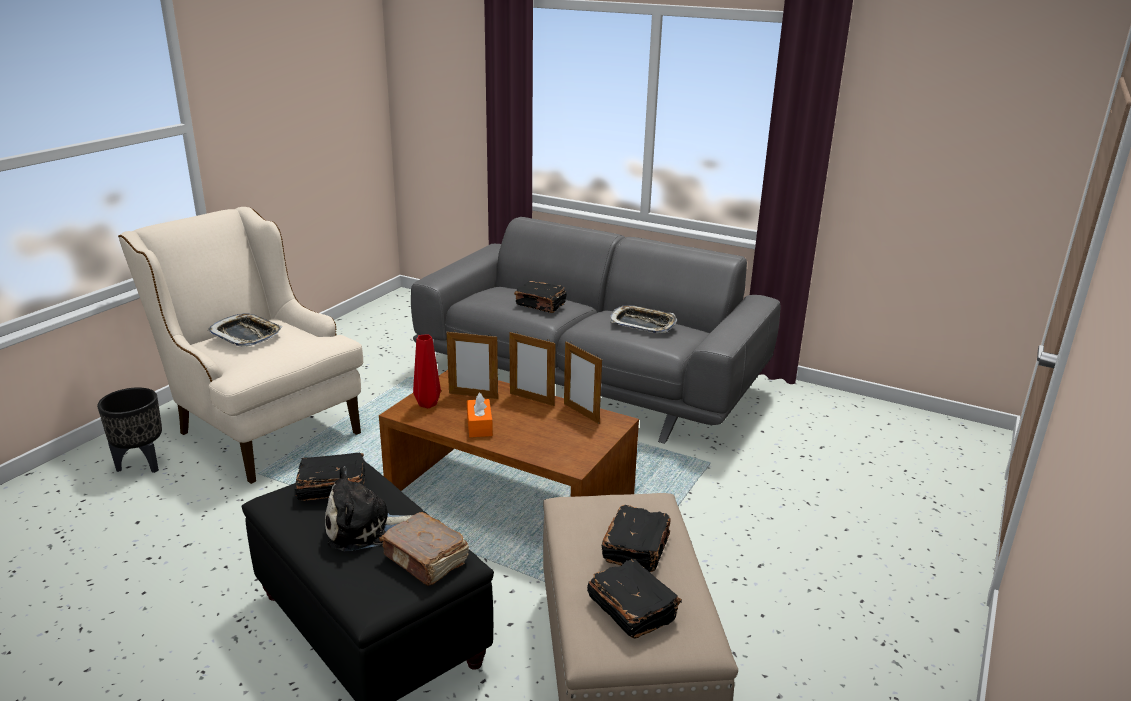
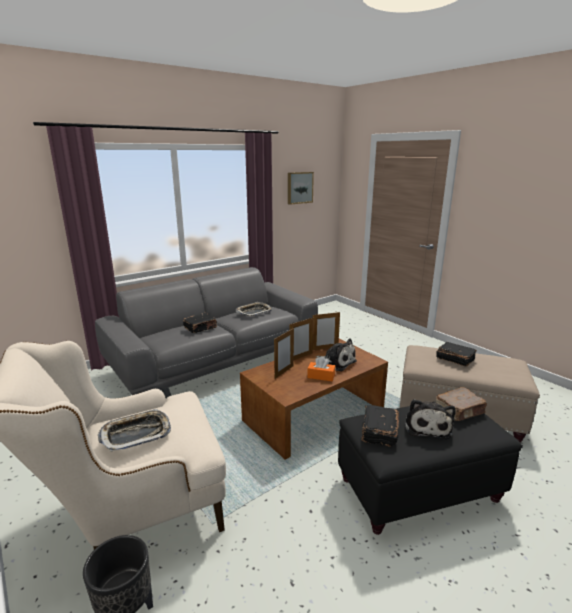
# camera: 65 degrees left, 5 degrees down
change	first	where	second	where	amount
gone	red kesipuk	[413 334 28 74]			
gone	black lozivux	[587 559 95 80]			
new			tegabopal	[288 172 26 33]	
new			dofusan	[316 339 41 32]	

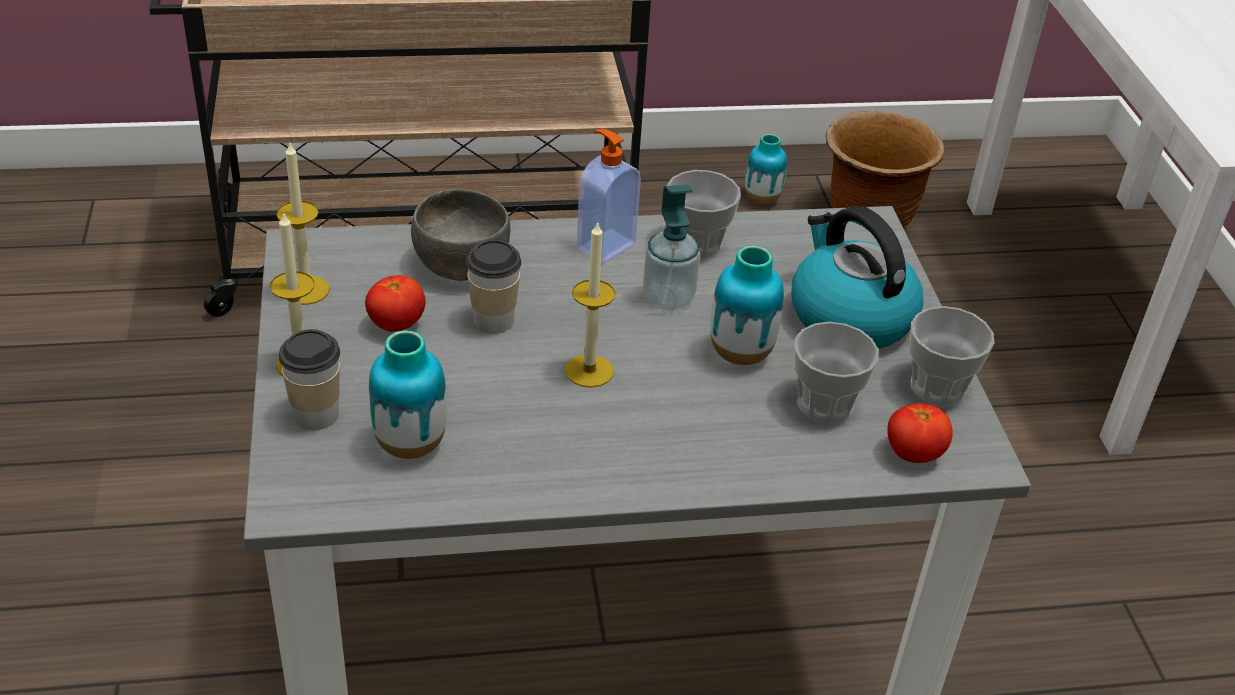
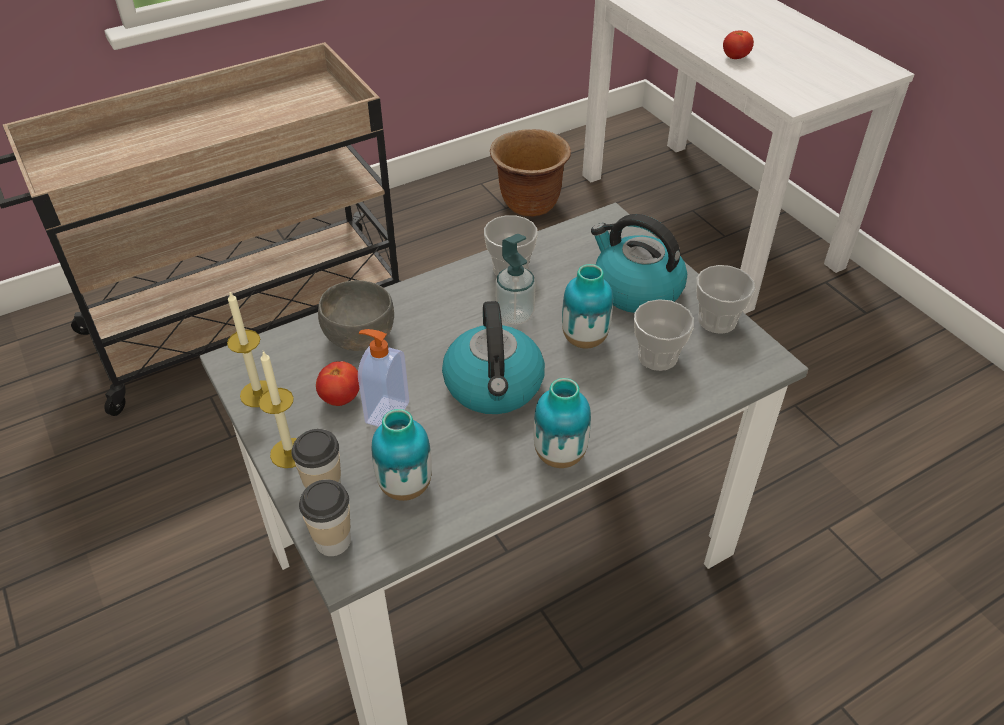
# camera: 20 degrees left, 5 degrees up
change	first	where	second	where	amount
shifted	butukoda	[466 239 55 95]		[299 479 52 77]	
swapped	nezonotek	[565 221 50 167]	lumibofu	[442 301 103 113]	
shifted	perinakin	[577 129 64 134]		[358 329 51 98]	
shifted	kesipuk	[745 134 42 70]		[534 378 57 90]	
shifted	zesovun	[887 403 66 60]		[723 30 31 29]	

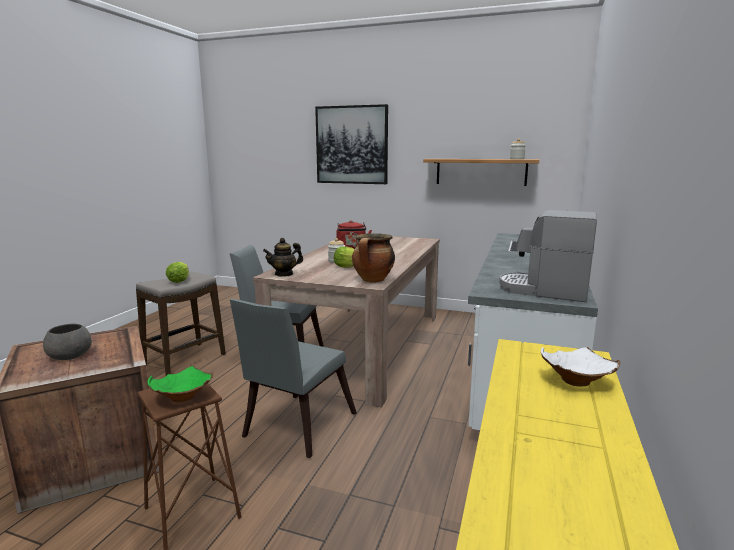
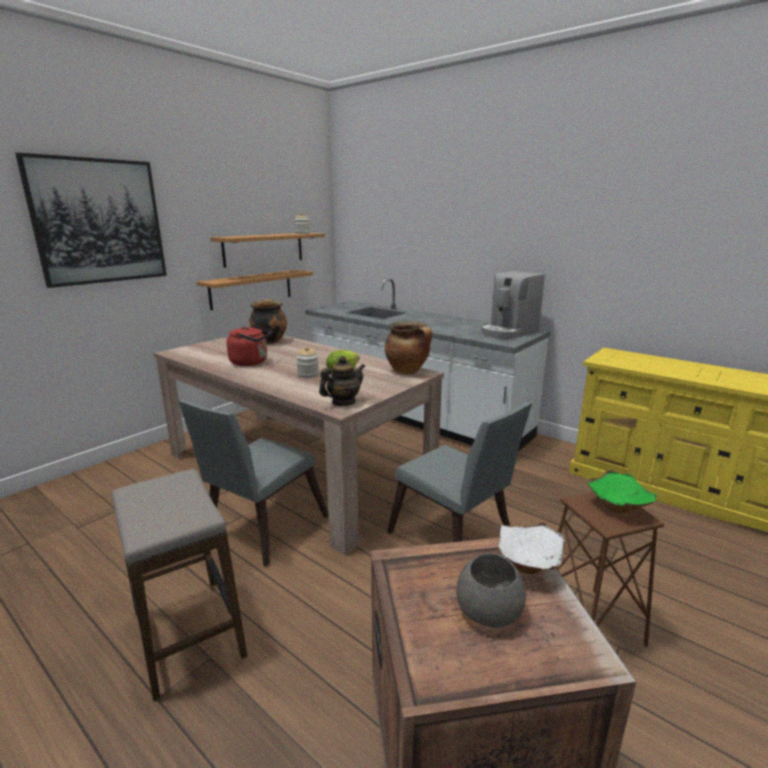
# camera: 70 degrees left, 5 degrees up
change	first	where	second	where	amount
gone	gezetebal	[166 262 23 21]			
rotated	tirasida	[263 238 40 39]		[319 356 46 50]	120 degrees counterclockwise
shifted	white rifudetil	[541 347 79 40]		[498 522 67 52]	
new			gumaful	[197 270 116 40]	
new			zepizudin	[250 299 37 45]	

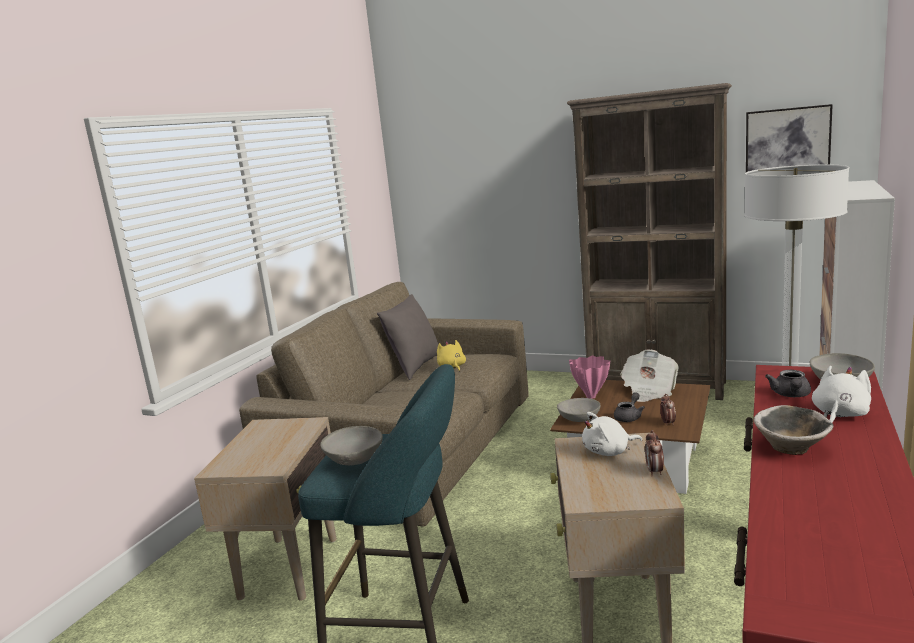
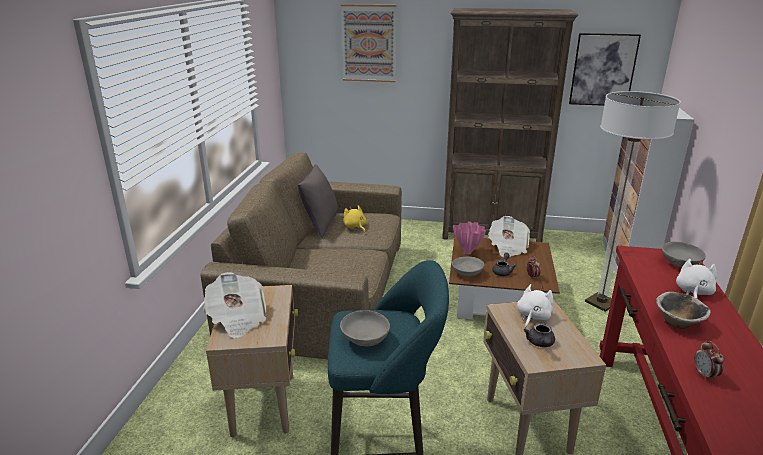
# camera: 15 degrees left, 10 degrees up
change	first	where	second	where	amount
rotated	white dofusan	[582 412 60 44]		[517 284 36 44]	150 degrees clockwise
shifted	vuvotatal	[645 430 19 47]		[694 341 30 40]	
shifted	grey tirasida	[765 370 46 27]		[524 323 31 24]	
new			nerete	[203 272 64 66]	
new			tegabopal	[341 4 55 78]	

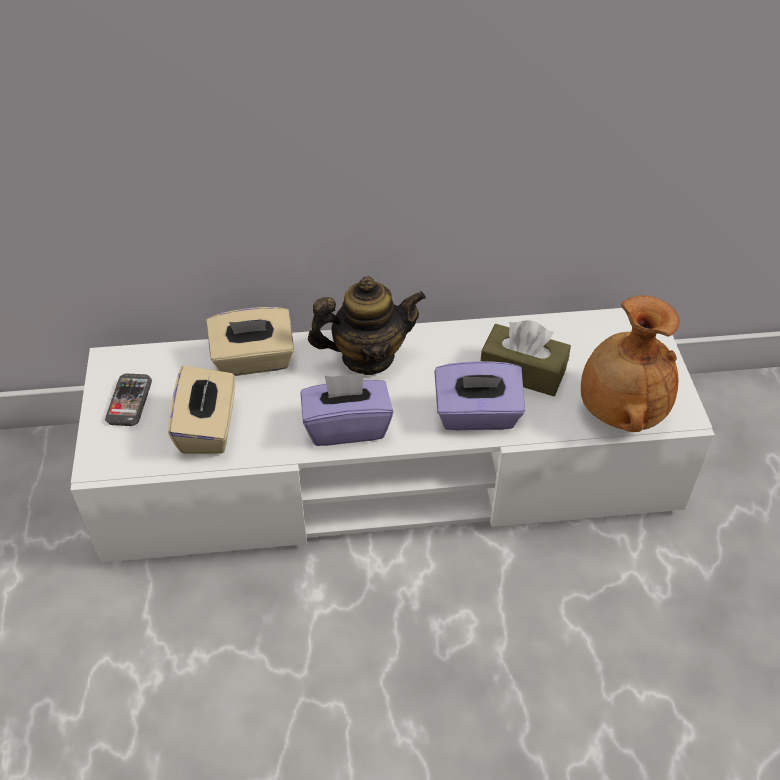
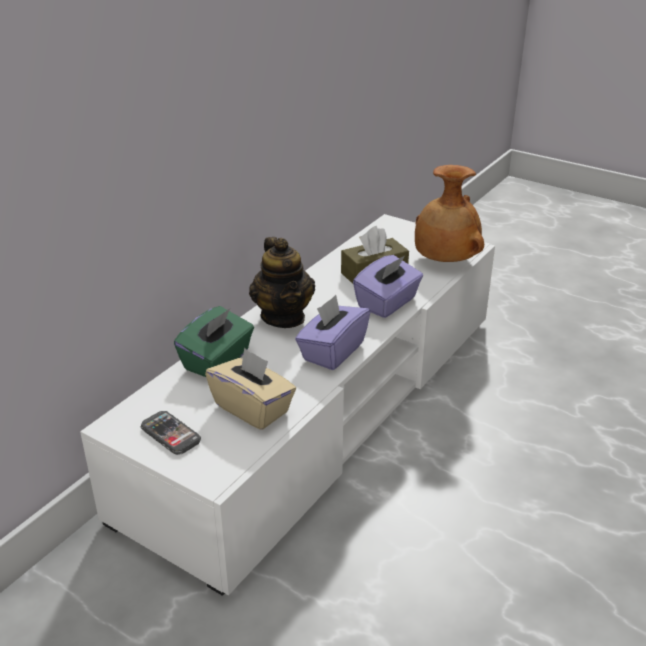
# camera: 50 degrees left, 15 degrees down
change	first	where	second	where	amount
repainted	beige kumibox	[206 307 88 69]	green kumibox	[174 306 80 71]	
rotated	tirasida	[308 276 118 99]		[249 237 66 91]	135 degrees clockwise

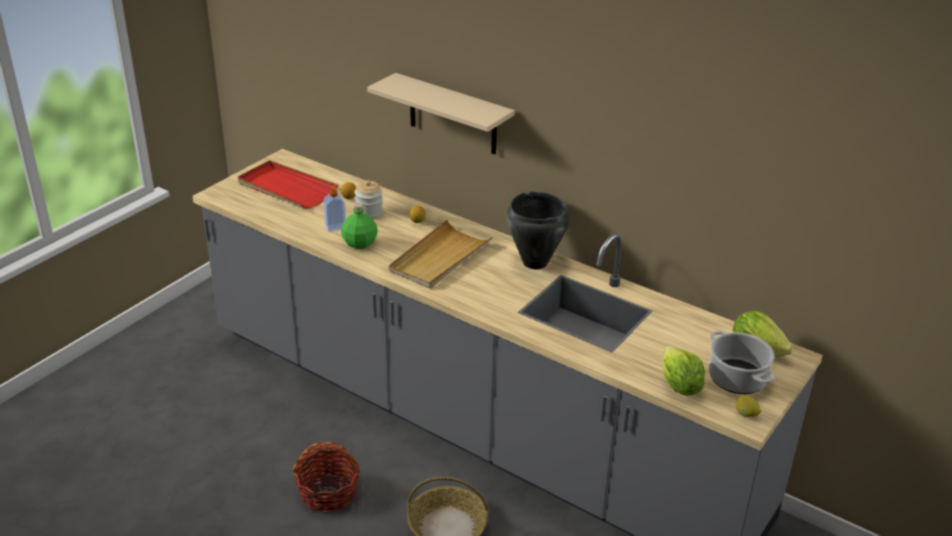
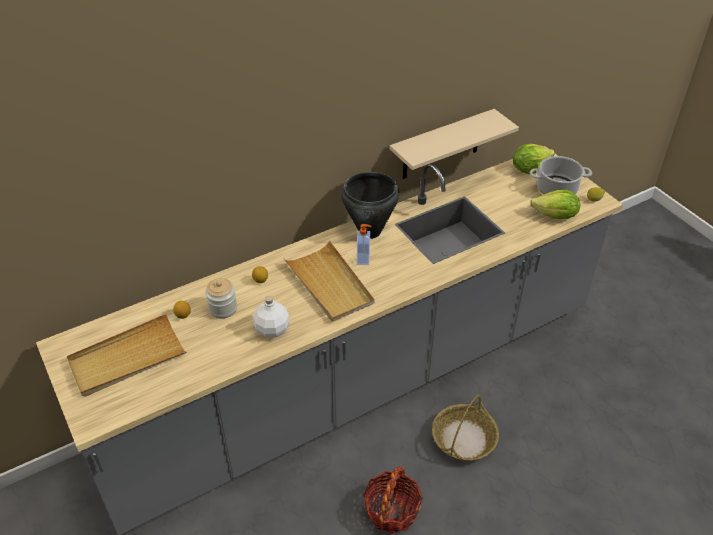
# camera: 65 degrees left, 10 degrees up
change	first	where	second	where	amount
repainted	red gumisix	[238 160 100 49]	beige gumisix	[67 314 120 83]	
shifted	perinakin	[323 185 23 47]		[357 224 15 41]	
repainted	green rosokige	[341 203 37 46]	white rosokige	[253 296 37 42]	
shifted	beige gumaful	[367 73 148 81]		[390 109 129 70]	

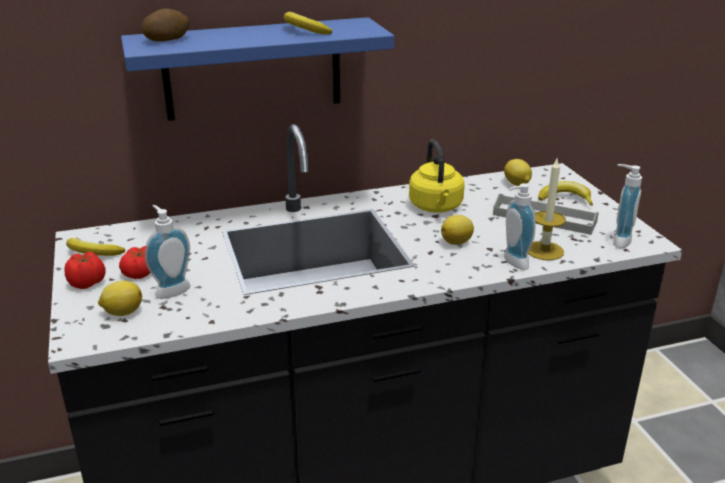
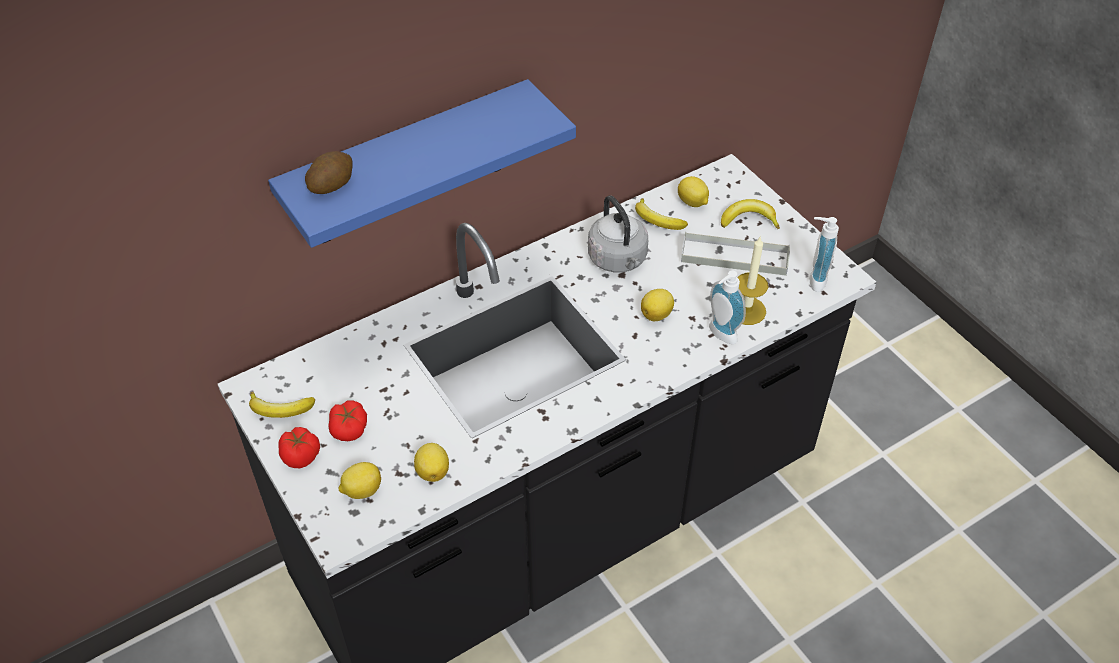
# camera: 15 degrees left, 20 degrees up
change	first	where	second	where	amount
gone	perinakin	[145 205 46 94]			
shifted	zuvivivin	[284 12 48 23]		[635 198 53 32]	
repainted	yellow lumibofu	[409 140 56 73]	grey lumibofu	[588 195 60 77]	
new			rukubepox	[414 443 35 39]	

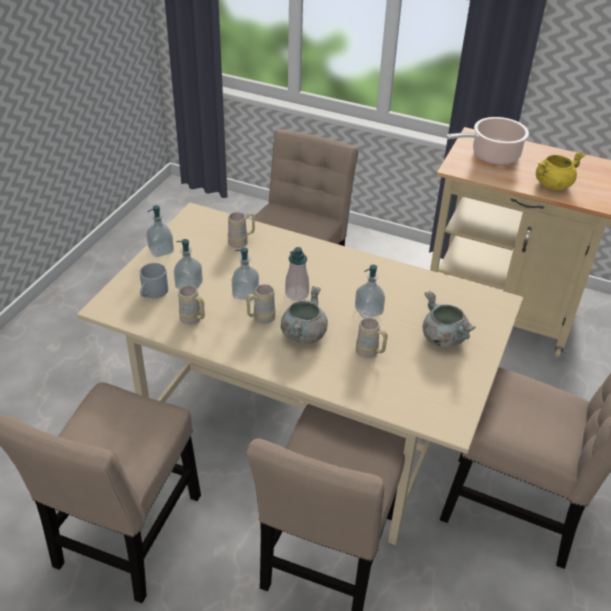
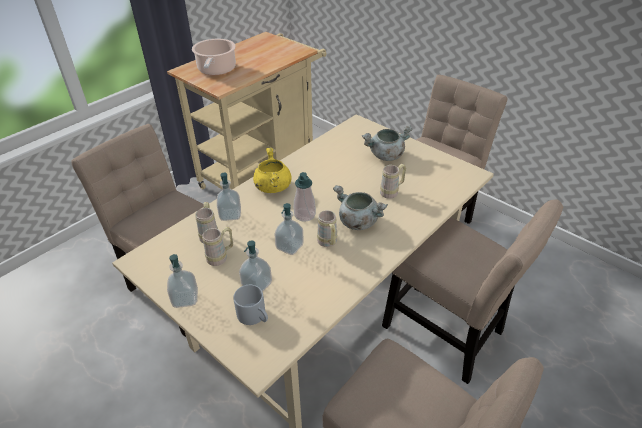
# camera: 70 degrees left, 0 degrees up
change	first	where	second	where	amount
shifted	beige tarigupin	[178 285 27 40]		[202 227 31 39]	
shifted	perinakin	[355 265 30 53]		[217 173 24 48]	
shifted	yellow zepizudin	[536 151 49 39]		[253 148 39 45]	

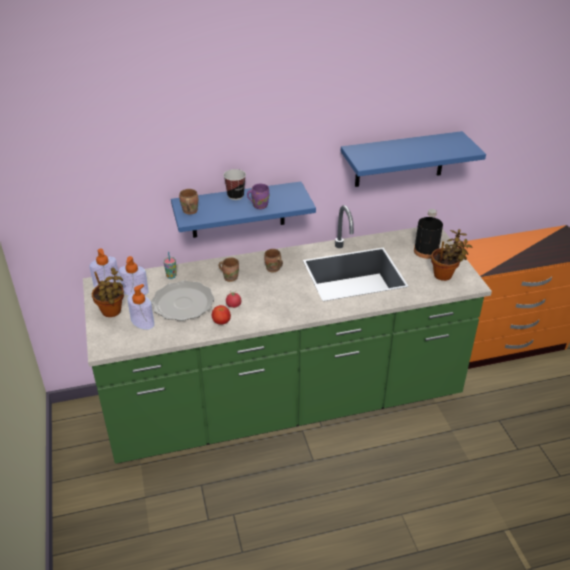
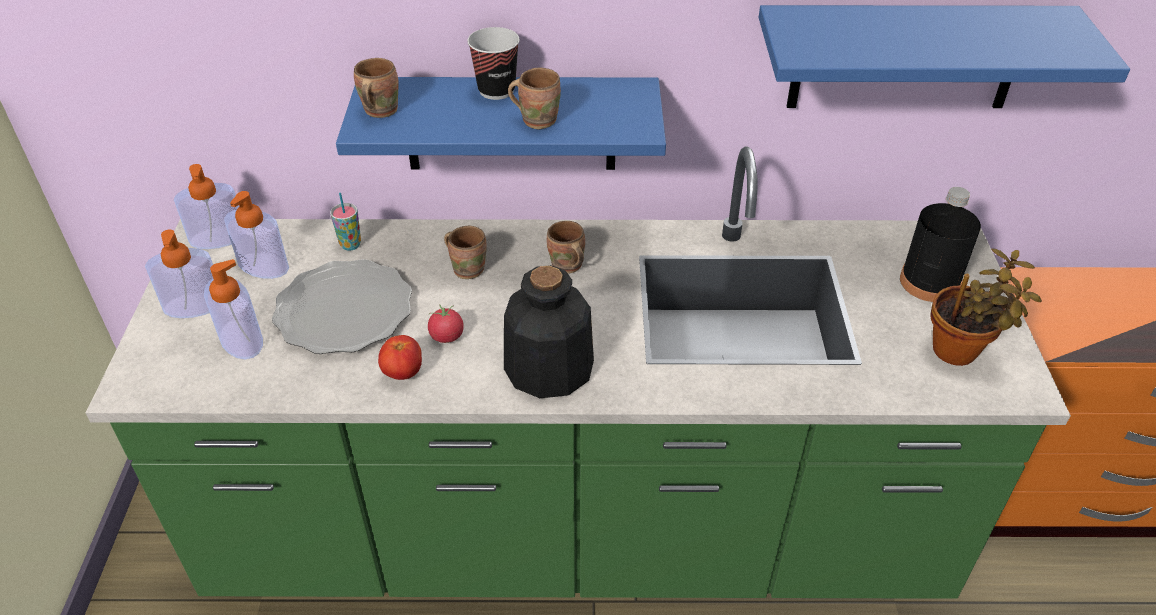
# camera: 15 degrees right, 5 degrees up
change	first	where	second	where	amount
swapped	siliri	[92 268 32 49]	perinakin	[145 230 68 88]	
repainted	purple tarigupin	[247 184 22 26]	brown tarigupin	[508 68 53 61]	
new			rosokige	[504 265 90 133]	

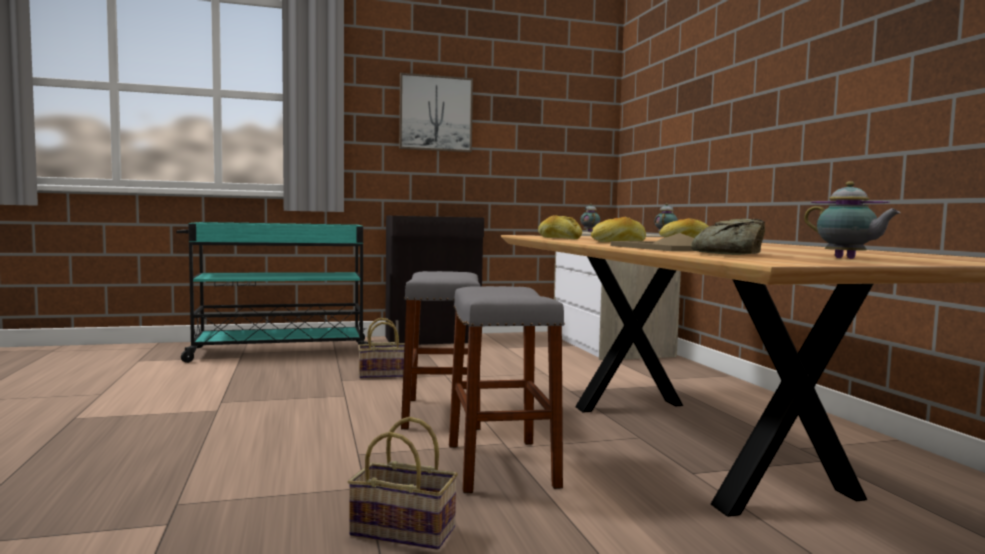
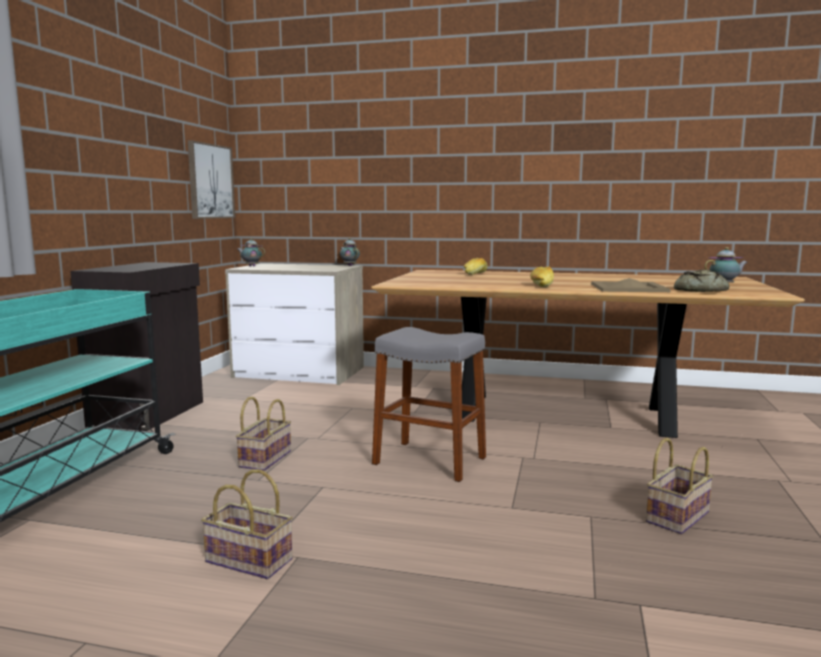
# camera: 60 degrees left, 5 degrees up
change	first	where	second	where	amount
shifted	tegabopal	[399 73 74 79]		[188 140 47 79]	
gone	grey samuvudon	[449 286 116 207]			
gone	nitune	[538 215 44 24]			
new			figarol	[201 469 91 110]	

